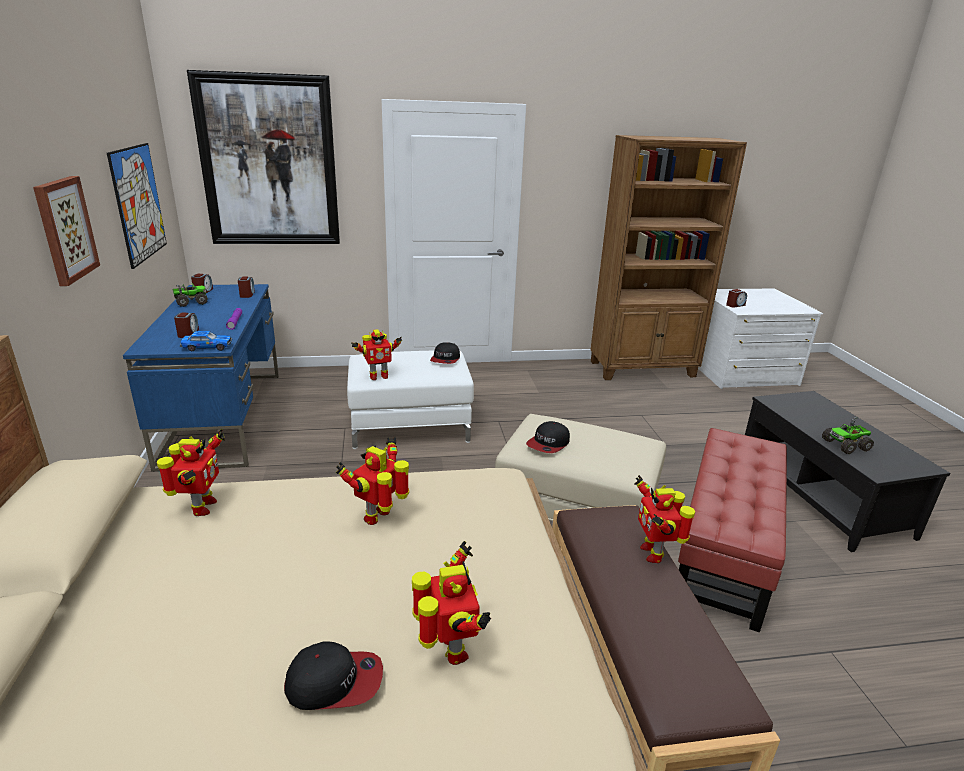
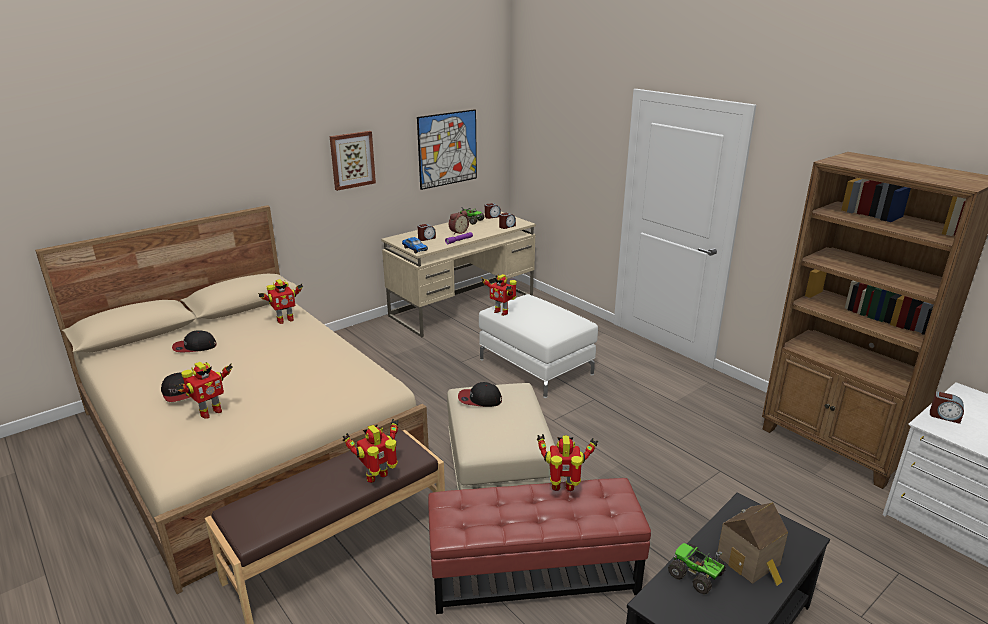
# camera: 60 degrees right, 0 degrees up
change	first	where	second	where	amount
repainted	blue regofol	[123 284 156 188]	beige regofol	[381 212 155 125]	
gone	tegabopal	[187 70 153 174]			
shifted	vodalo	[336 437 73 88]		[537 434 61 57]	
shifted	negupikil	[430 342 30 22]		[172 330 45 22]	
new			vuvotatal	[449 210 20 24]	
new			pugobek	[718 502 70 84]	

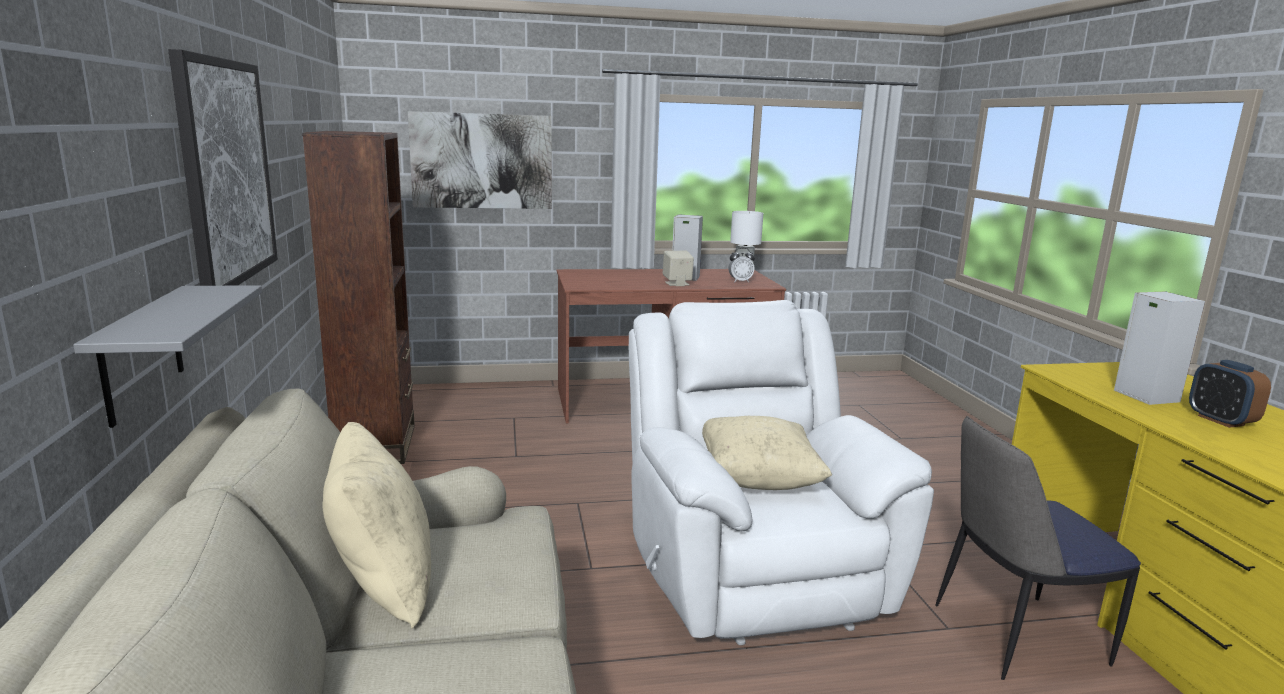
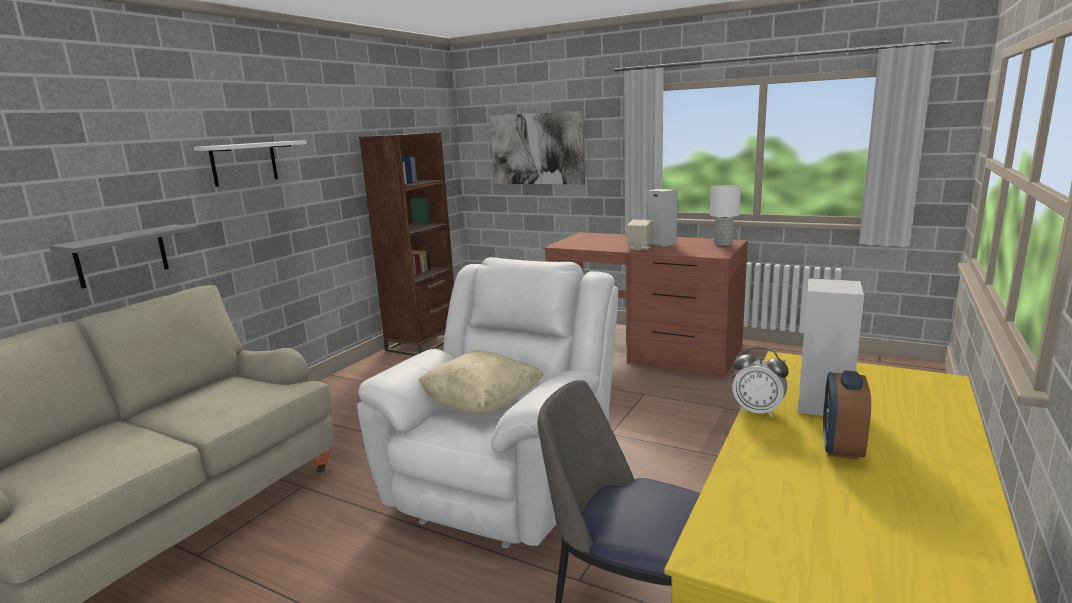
# camera: 40 degrees right, 0 degrees up
change	first	where	second	where	amount
swapped	tegabopal	[168 49 110 237]	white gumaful	[194 140 113 47]	
gone	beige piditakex	[323 422 108 206]			
shifted	vuvotatal	[728 248 27 34]		[732 347 57 71]	

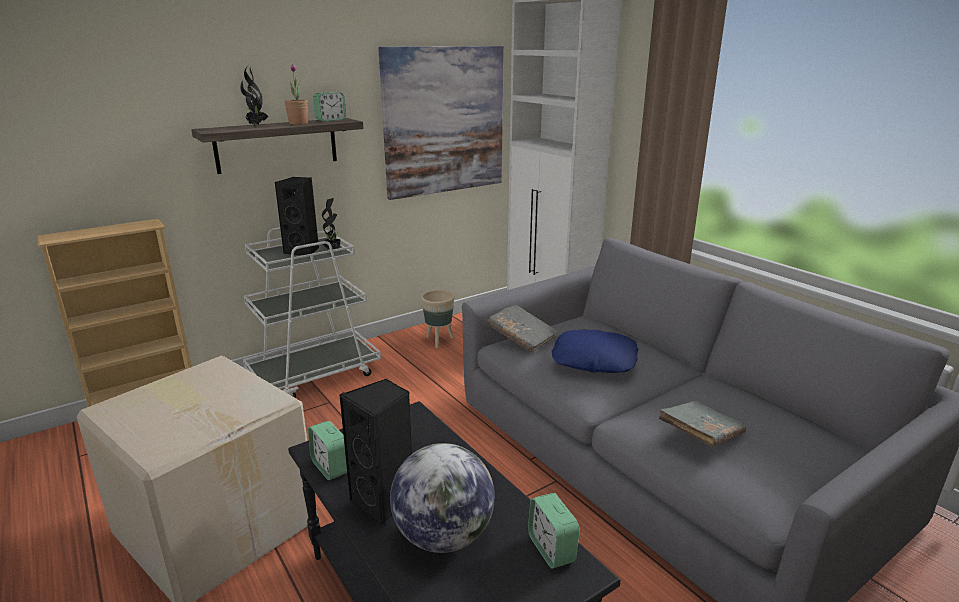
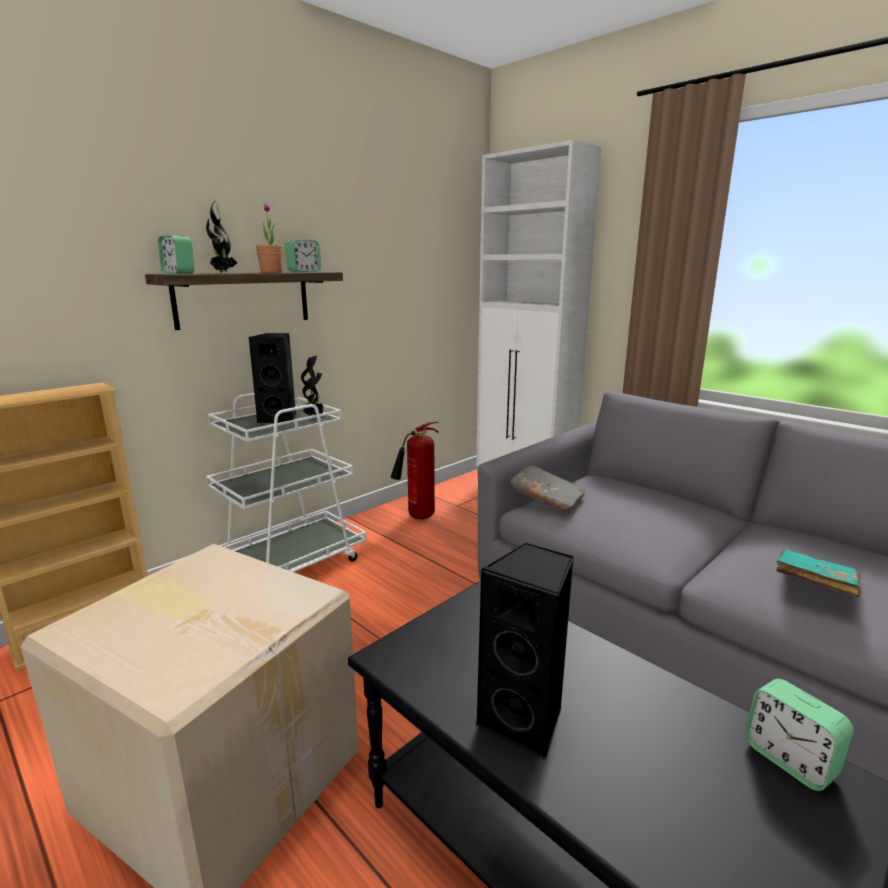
# camera: 10 degrees left, 5 degrees down
change	first	where	second	where	amount
shifted	vuvotatal	[308 421 39 59]		[158 235 37 39]	
gone	tegabopal	[378 46 126 154]			
gone	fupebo	[390 443 105 110]			
swapped	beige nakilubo	[421 290 33 58]	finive	[391 422 48 97]	
gone	blue piditakex	[552 329 87 44]			
repainted	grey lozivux	[659 401 87 46]	turquoise lozivux	[776 549 85 49]	

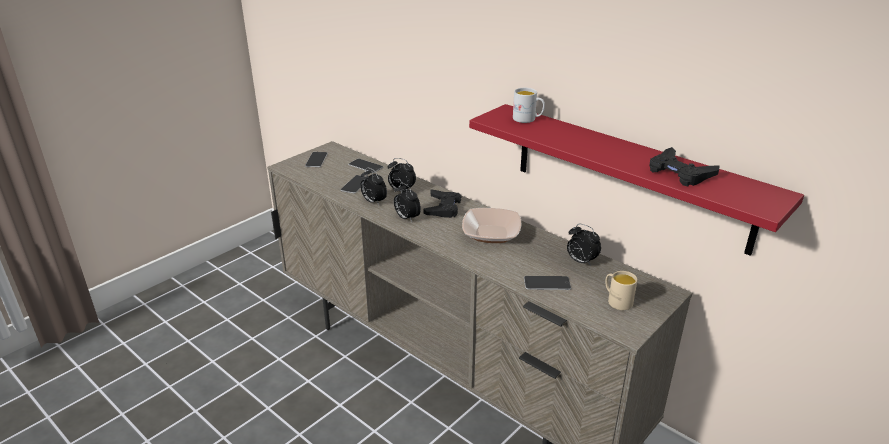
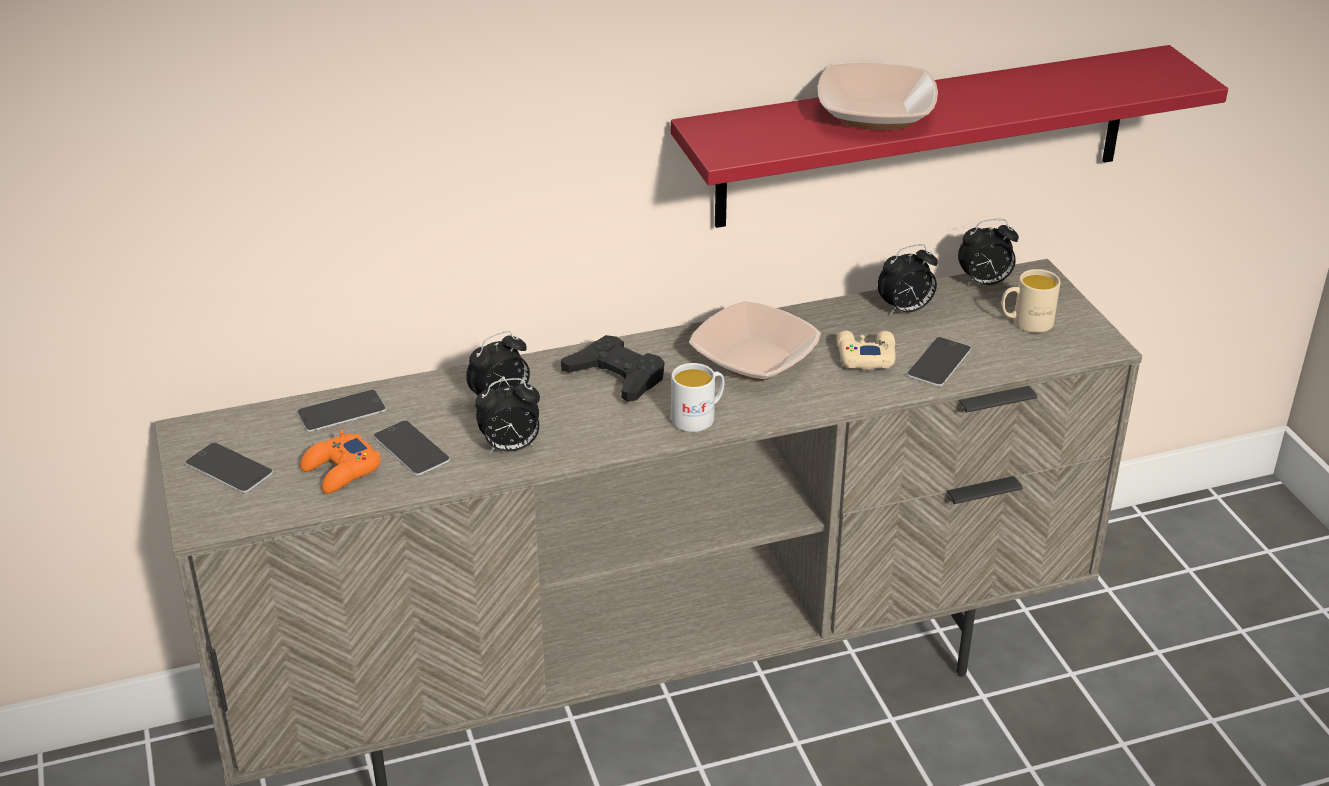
# camera: 60 degrees left, 5 degrees up
change	first	where	second	where	amount
shifted	vuvotatal	[394 183 27 39]		[958 219 61 67]	
shifted	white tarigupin	[513 88 32 35]		[671 363 53 69]	
gone	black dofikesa	[650 147 70 39]			
new			orange dofikesa	[300 430 81 64]	
new			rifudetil	[818 63 120 67]	
new			beige dofikesa	[836 330 60 40]	

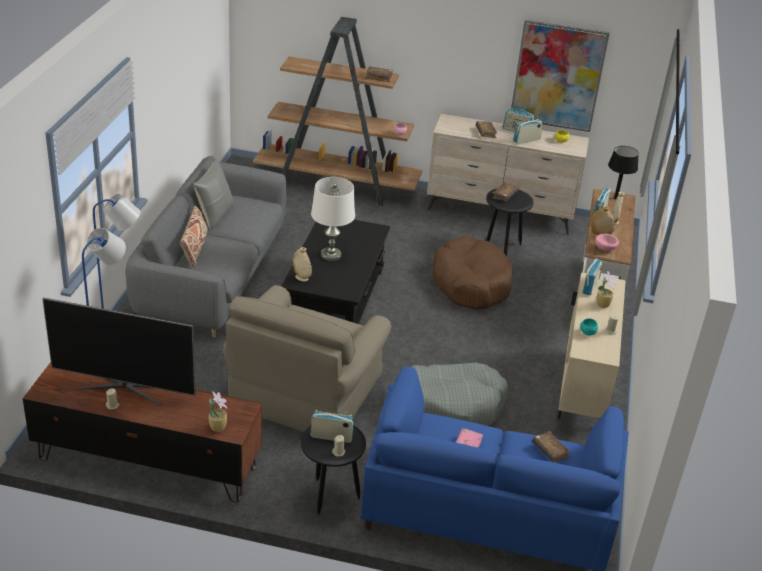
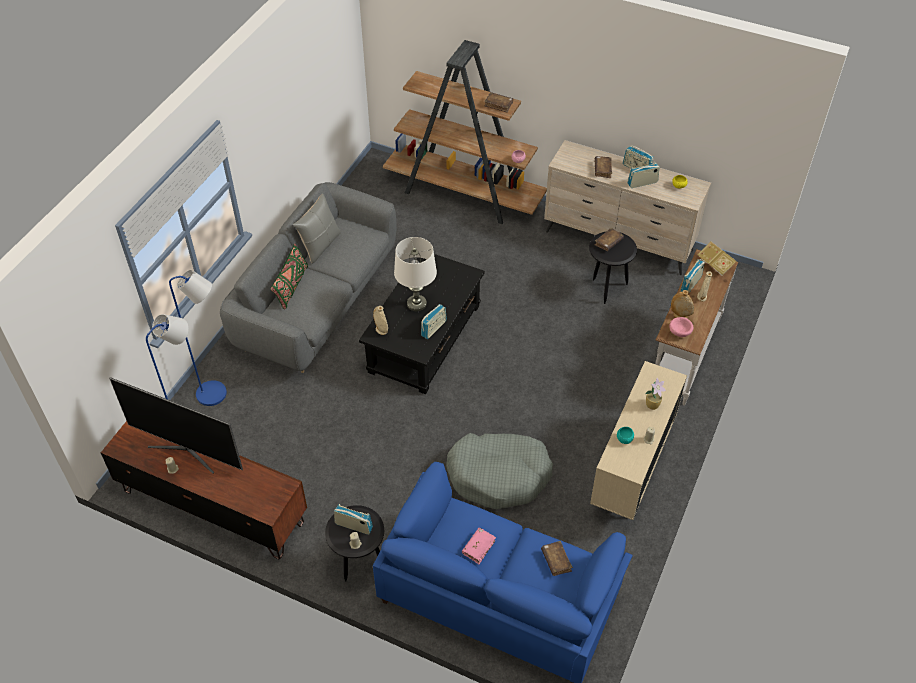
# camera: 15 degrees right, 15 degrees up
change	first	where	second	where	amount
repainted	beige piditakex	[180 205 28 62]	green piditakex	[270 243 38 67]	
gone	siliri	[209 391 18 41]			
gone	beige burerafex	[223 285 169 147]			
gone	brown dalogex	[432 236 81 74]			
gone	tegabopal	[511 20 99 112]			
shifted	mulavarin	[582 258 21 38]		[421 304 26 35]	
swapped	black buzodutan	[608 146 31 53]	lozivux	[697 242 39 34]	

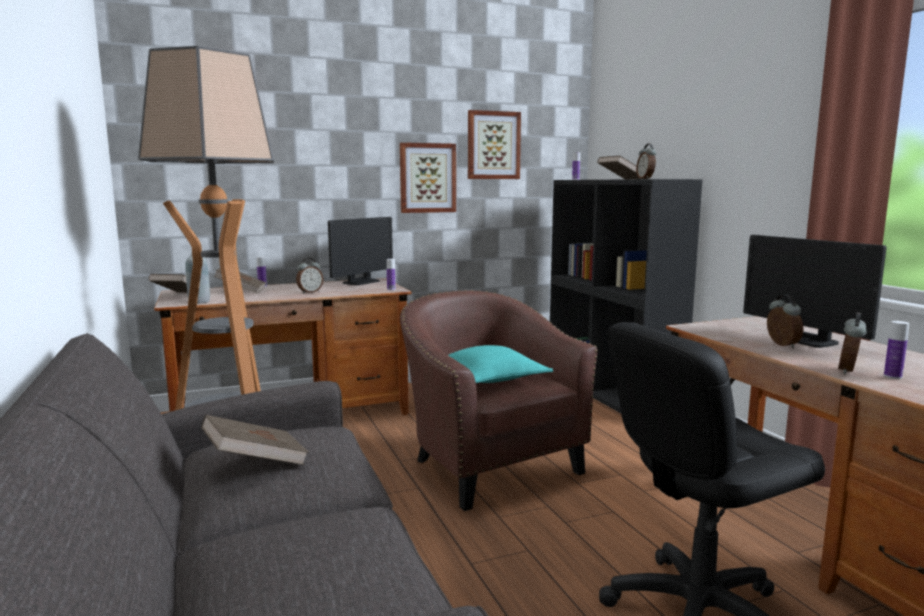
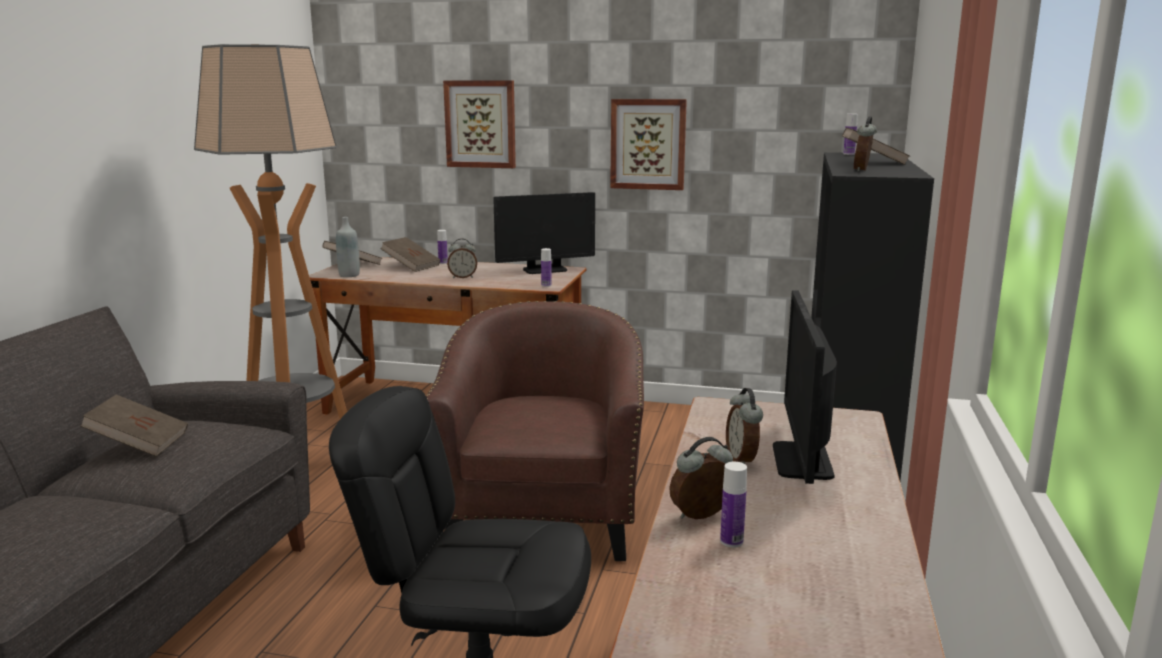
# camera: 35 degrees right, 5 degrees up
change	first	where	second	where	amount
gone	turquoise piditakex	[448 345 105 38]			
shifted	tegabopal	[468 110 53 69]		[443 80 73 88]	
rotated	vuvotatal	[767 294 37 54]		[726 388 37 76]	150 degrees clockwise

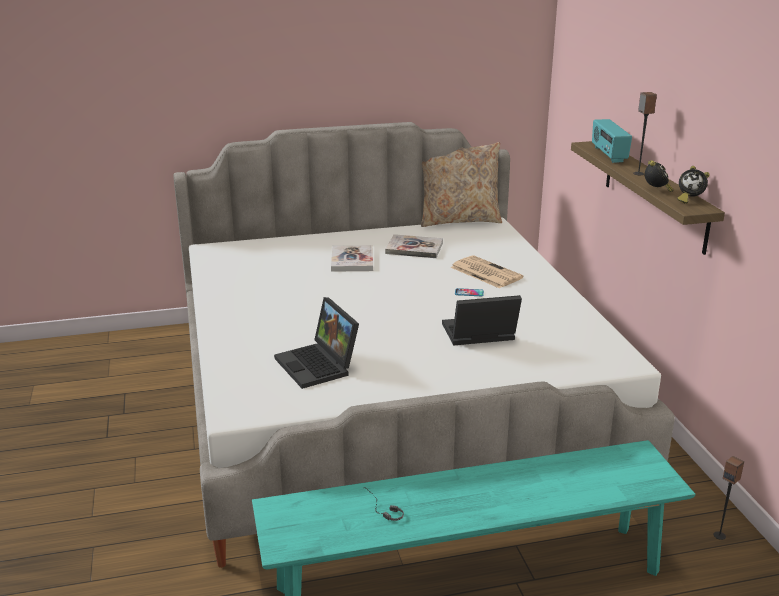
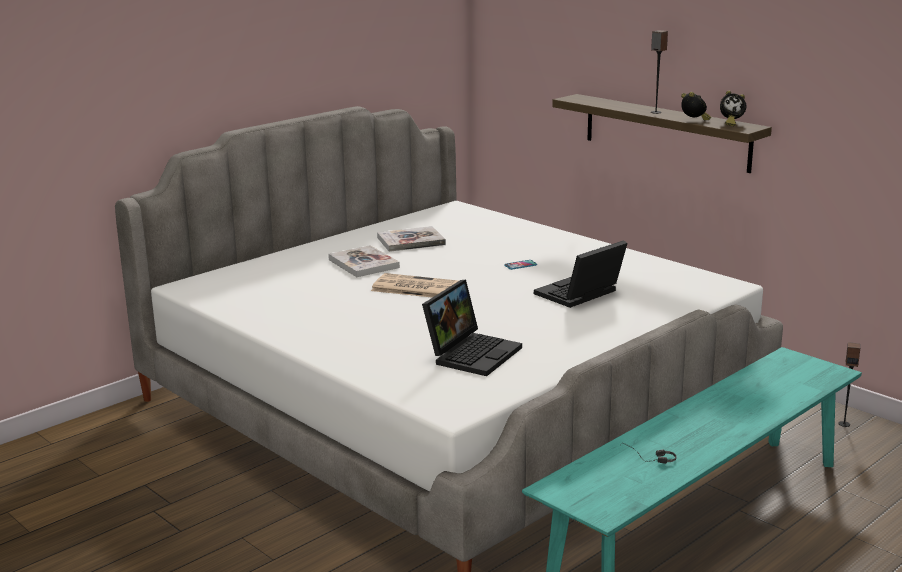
# camera: 30 degrees left, 5 degrees down
change	first	where	second	where	amount
rotated	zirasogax	[274 297 85 92]		[422 279 100 97]	90 degrees counterclockwise
gone	beige piditakex	[421 142 81 85]			
shifted	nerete	[450 255 74 33]		[371 273 87 25]	
gone	mulavarin	[592 119 40 44]			

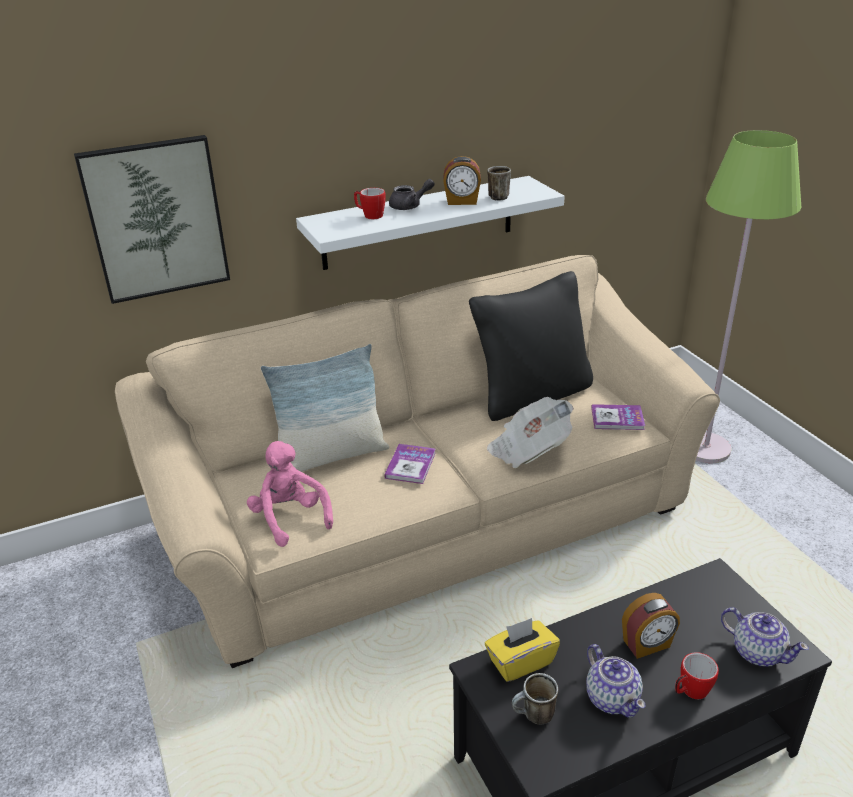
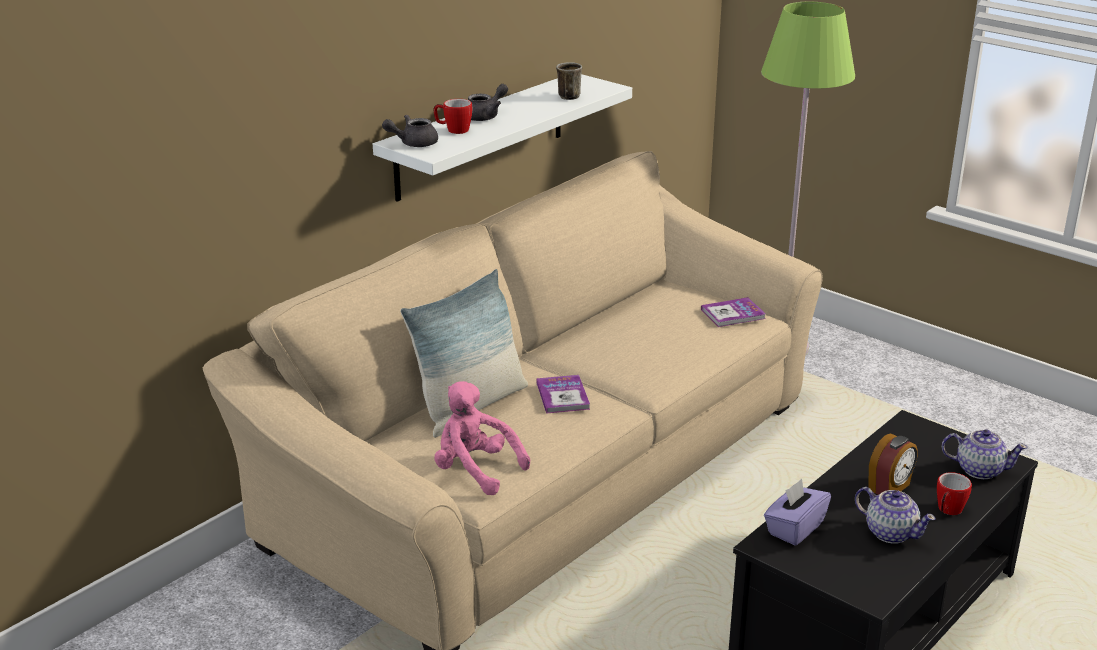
# camera: 25 degrees left, 5 degrees down
change	first	where	second	where	amount
gone	tegabopal	[74 135 156 169]			
gone	vuvotatal	[443 156 38 49]			
gone	black piditakex	[469 271 124 150]			
repainted	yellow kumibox	[485 618 75 64]	purple kumibox	[764 479 67 66]	
gone	nerete	[487 397 87 71]			
gone	tarigupin	[512 673 46 52]			
new			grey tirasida	[382 115 56 32]	

